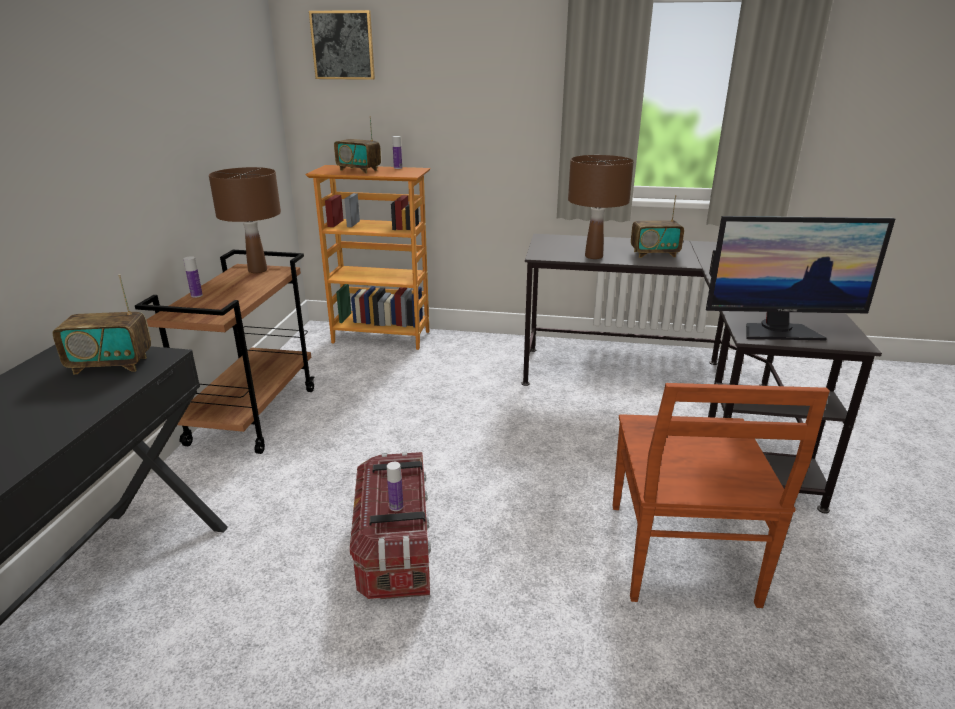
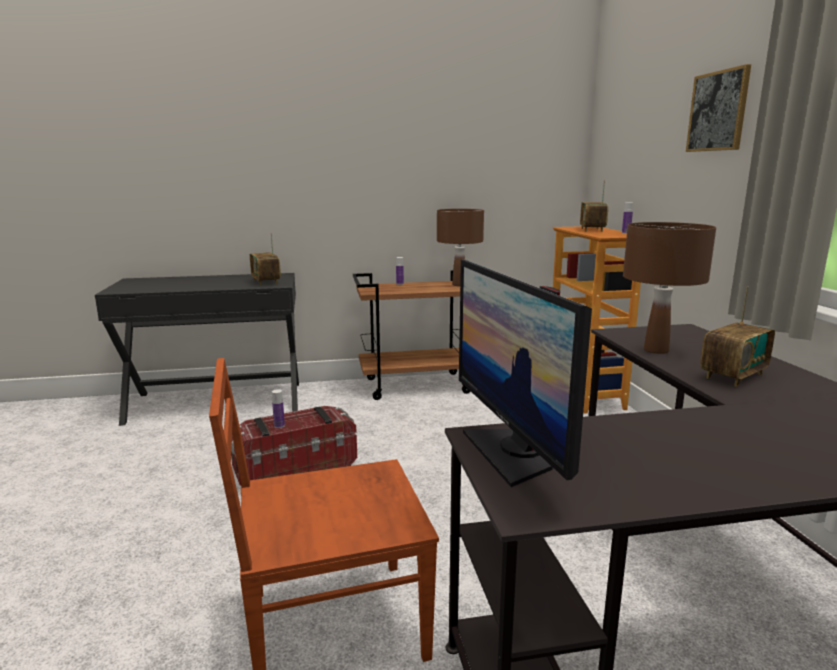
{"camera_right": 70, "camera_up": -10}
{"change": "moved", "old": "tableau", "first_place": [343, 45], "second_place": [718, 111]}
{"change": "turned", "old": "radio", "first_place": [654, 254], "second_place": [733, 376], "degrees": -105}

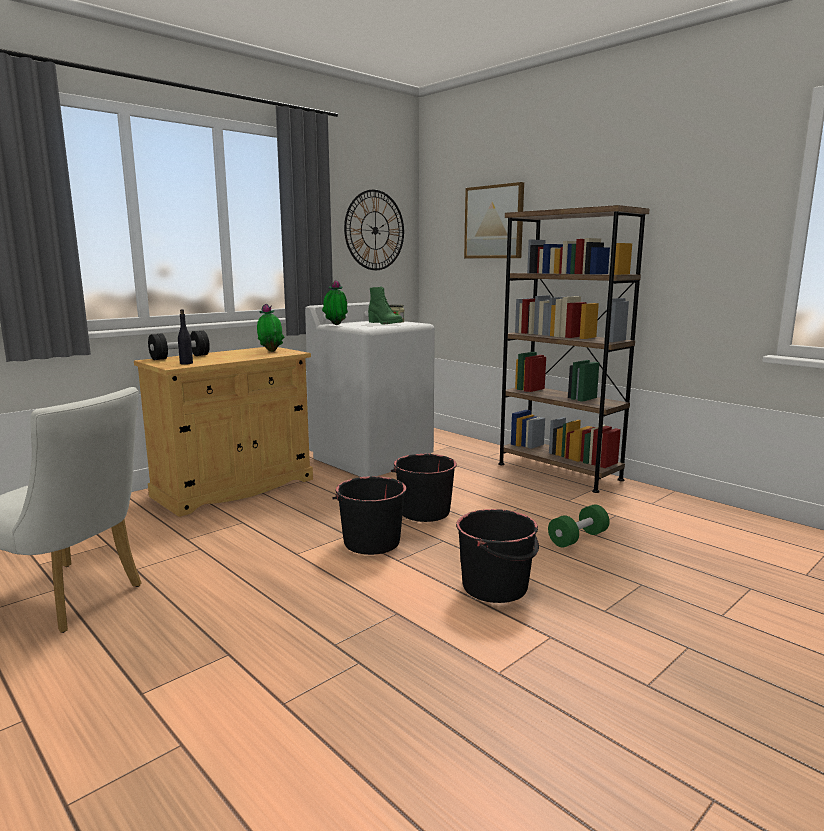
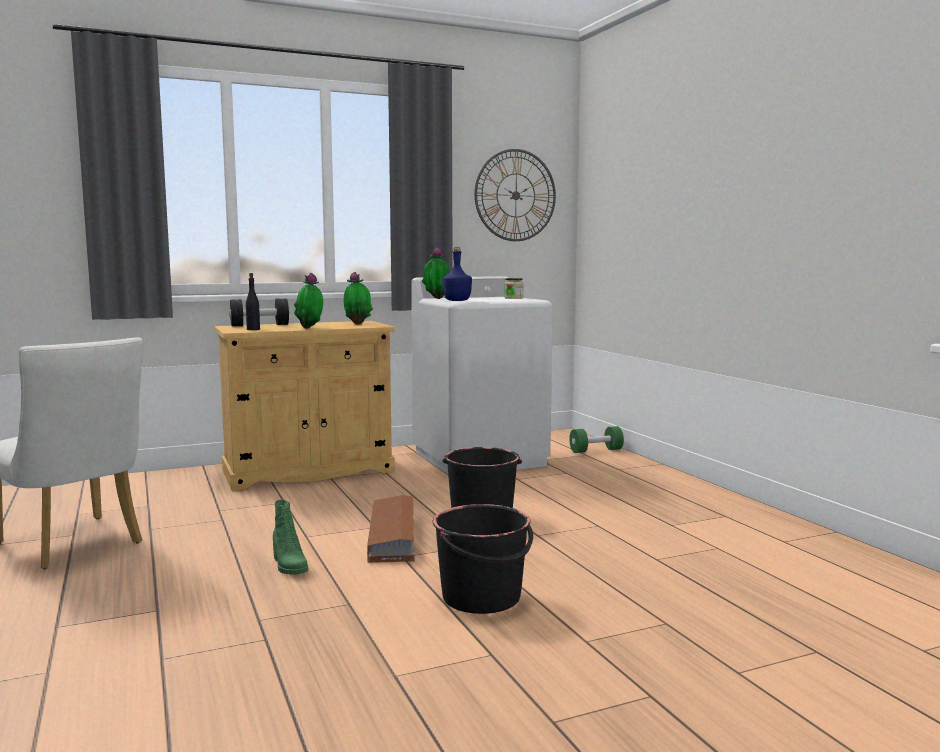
{"camera_right": 20, "camera_up": -5}
{"change": "removed", "old": "tableau", "first_place": [494, 222]}
{"change": "removed", "old": "bibliothèque/marron", "first_place": [558, 472]}
{"change": "moved", "old": "botte/vert", "first_place": [384, 323], "second_place": [289, 566]}
{"change": "replaced", "old": "seau/noir", "new": "boîte de rangement/marron", "first_place": [371, 542], "second_place": [392, 536]}
{"change": "moved", "old": "haltère/vert", "first_place": [578, 538], "second_place": [596, 451]}
{"change": "added", "new": "bouteille/bleu", "second_place": [456, 301]}
{"change": "added", "new": "plante en pot", "second_place": [310, 328]}

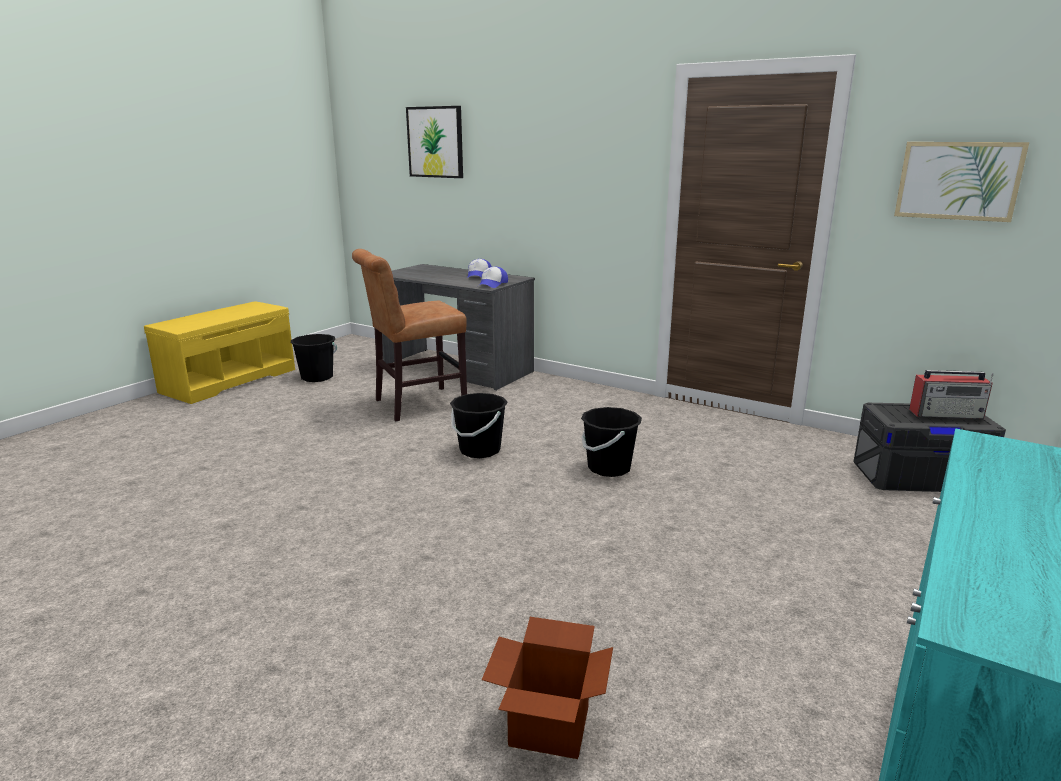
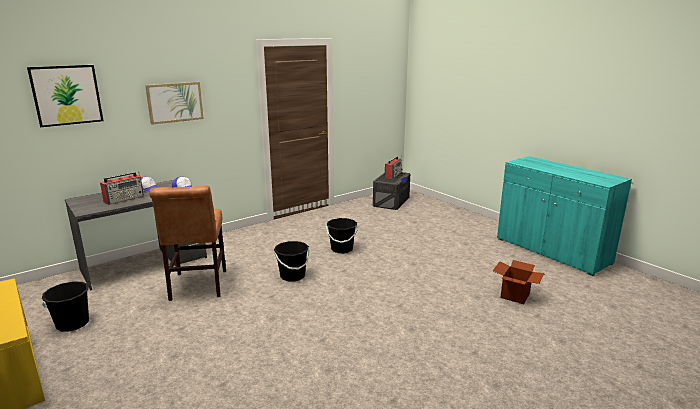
{"camera_right": -70, "camera_up": 0}
{"change": "moved", "old": "tableau", "first_place": [958, 180], "second_place": [175, 102]}
{"change": "added", "new": "radio", "second_place": [124, 199]}

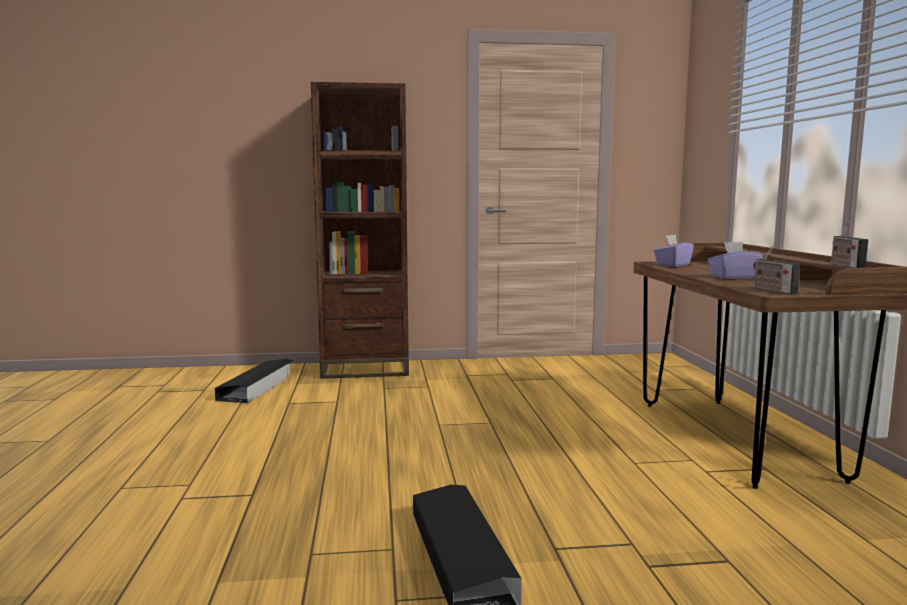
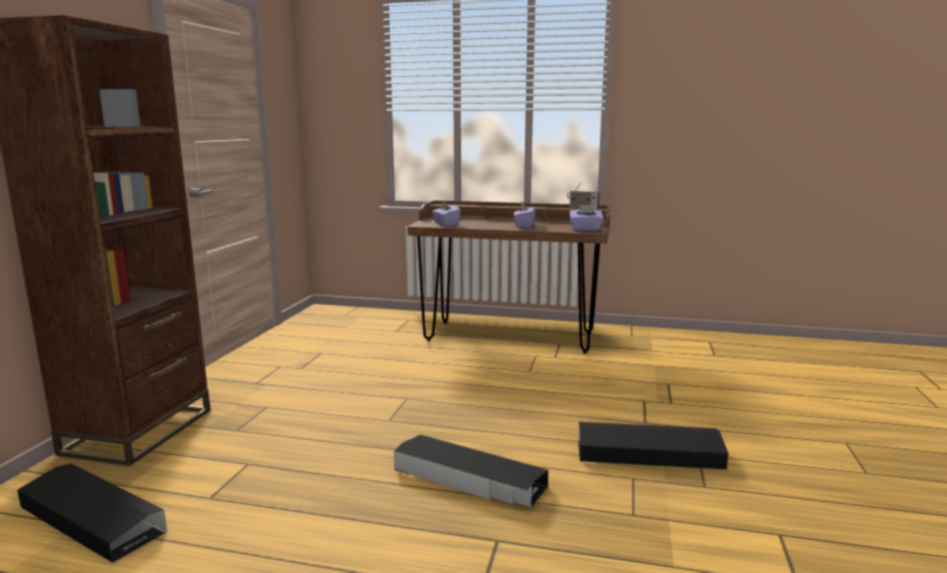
{"camera_right": -70, "camera_up": 5}
{"change": "replaced", "old": "radio", "new": "boîte à mouchoirs/violet", "first_place": [772, 290], "second_place": [585, 229]}
{"change": "added", "new": "boîte de rangement/noir", "second_place": [469, 479]}

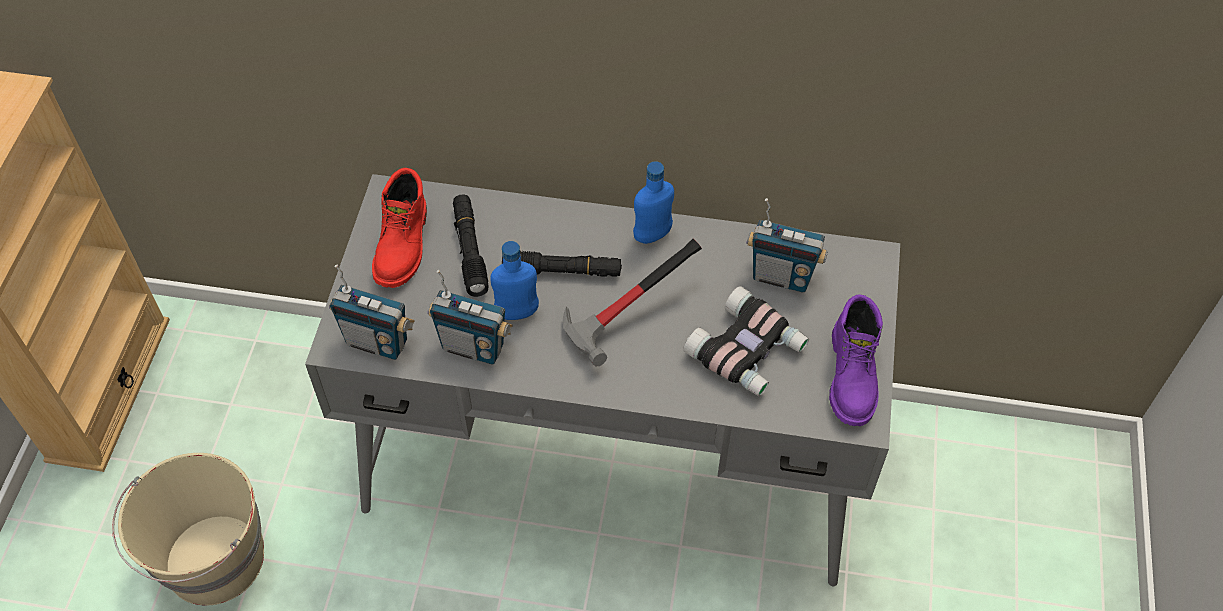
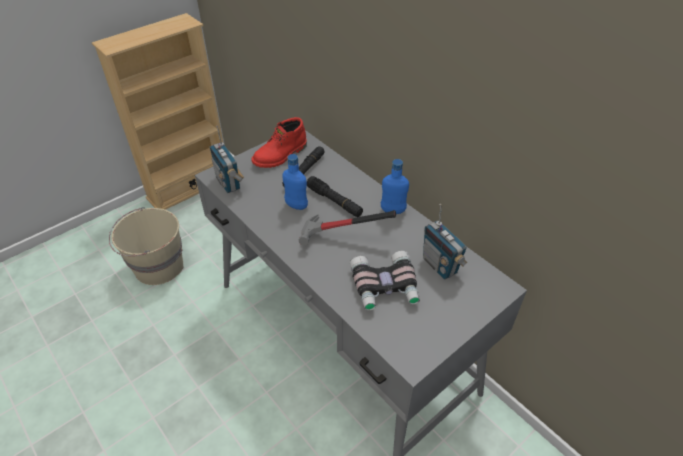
{"camera_right": 40, "camera_up": -10}
{"change": "removed", "old": "radio", "first_place": [473, 347]}
{"change": "removed", "old": "botte/violet", "first_place": [853, 376]}

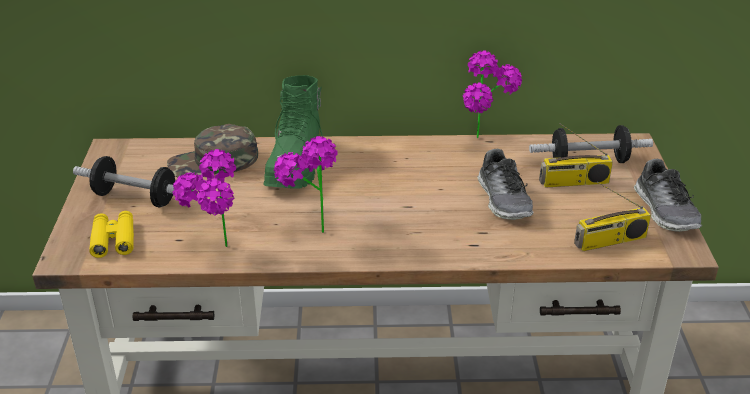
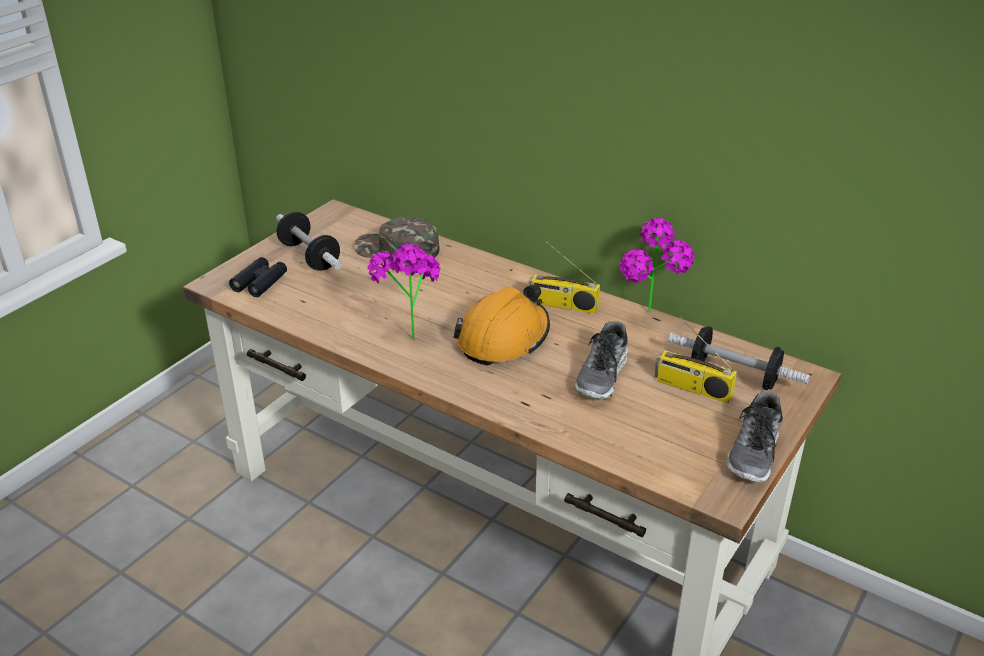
{"camera_right": 35, "camera_up": 0}
{"change": "removed", "old": "botte/vert", "first_place": [296, 165]}
{"change": "removed", "old": "plante en pot", "first_place": [216, 253]}
{"change": "moved", "old": "radio", "first_place": [610, 241], "second_place": [562, 305]}
{"change": "recoloured", "old": "jumelles/jaune", "new": "jumelles/noir", "first_place": [113, 239], "second_place": [260, 282]}
{"change": "added", "new": "casque de chantier/orange", "second_place": [503, 338]}

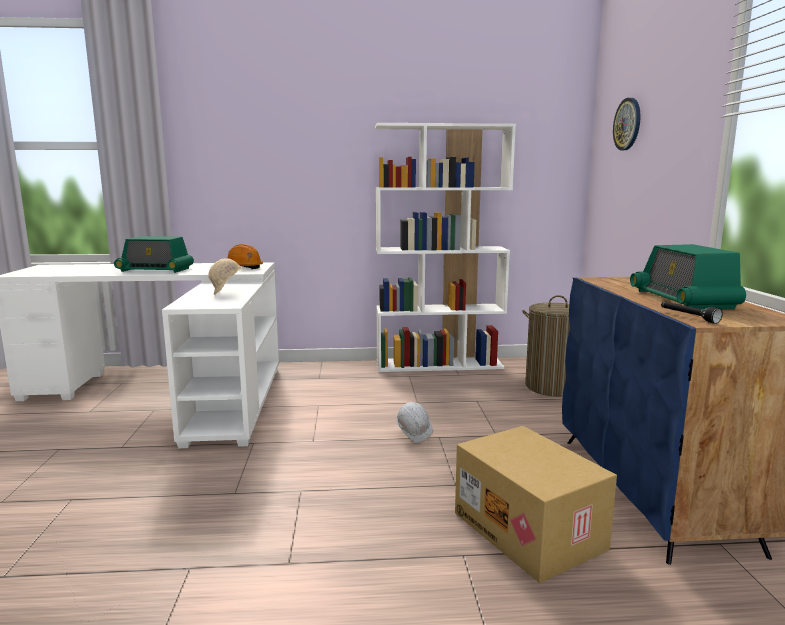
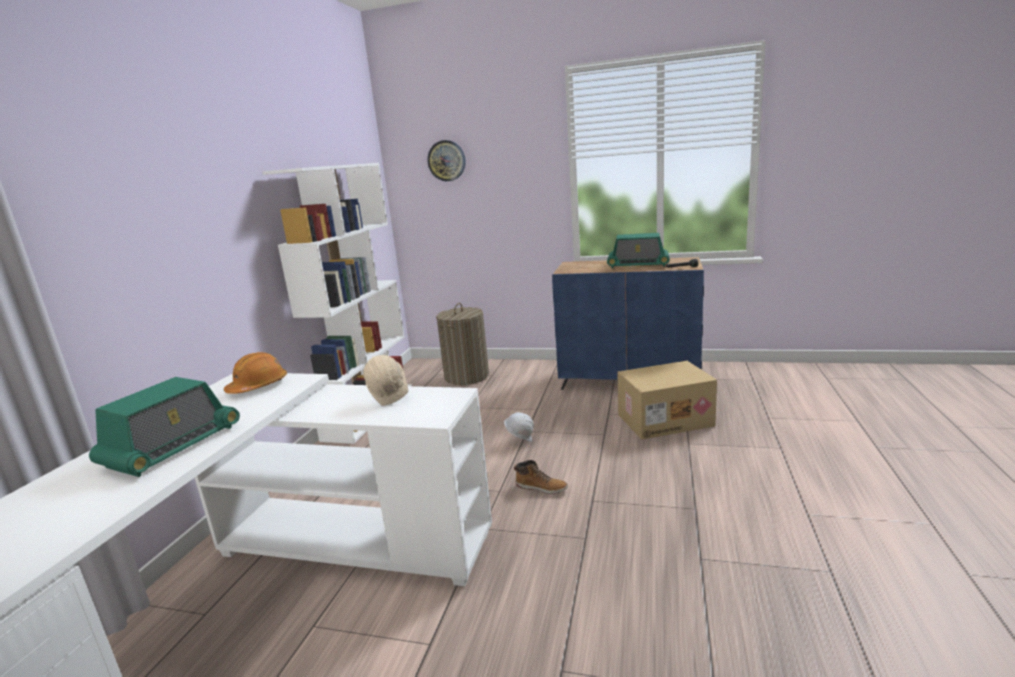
{"camera_right": -70, "camera_up": 5}
{"change": "added", "new": "botte", "second_place": [541, 487]}

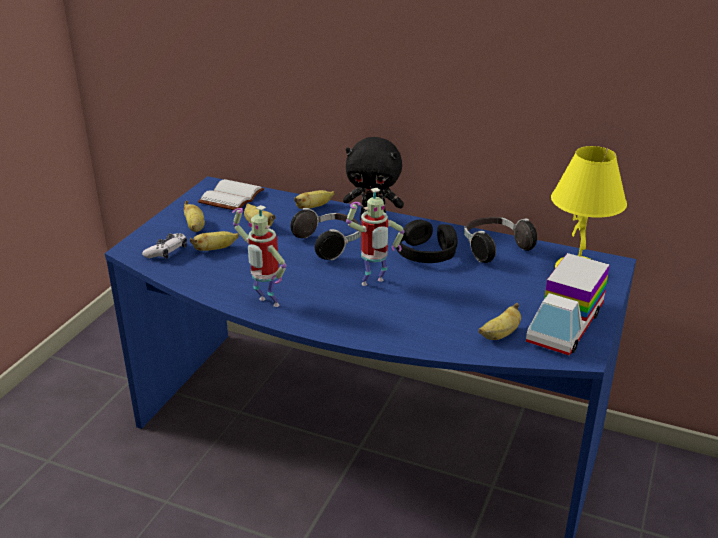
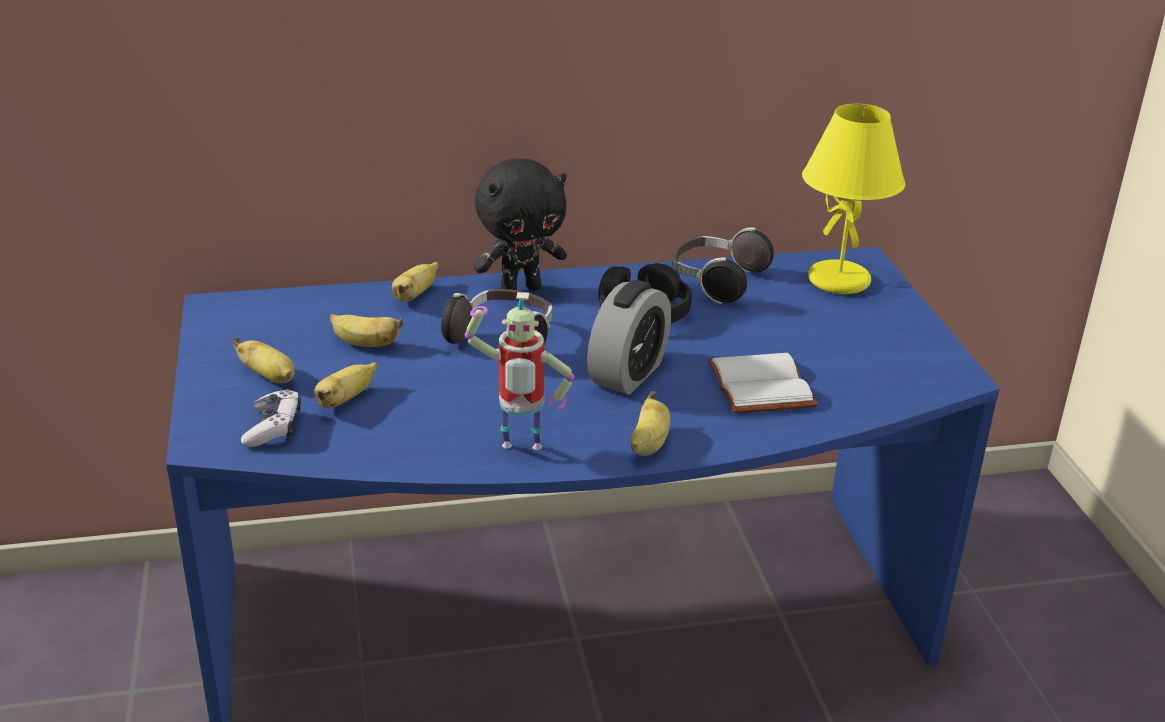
{"camera_right": -35, "camera_up": 0}
{"change": "moved", "old": "livre/blanc", "first_place": [233, 198], "second_place": [764, 387]}
{"change": "replaced", "old": "robot jouet", "new": "réveil", "first_place": [373, 284], "second_place": [628, 374]}
{"change": "removed", "old": "camion jouet", "first_place": [565, 325]}
{"change": "moved", "old": "banane", "first_place": [500, 335], "second_place": [648, 445]}

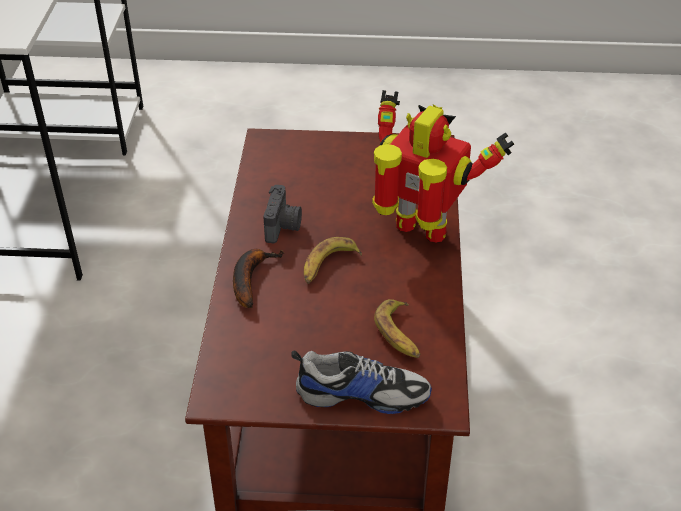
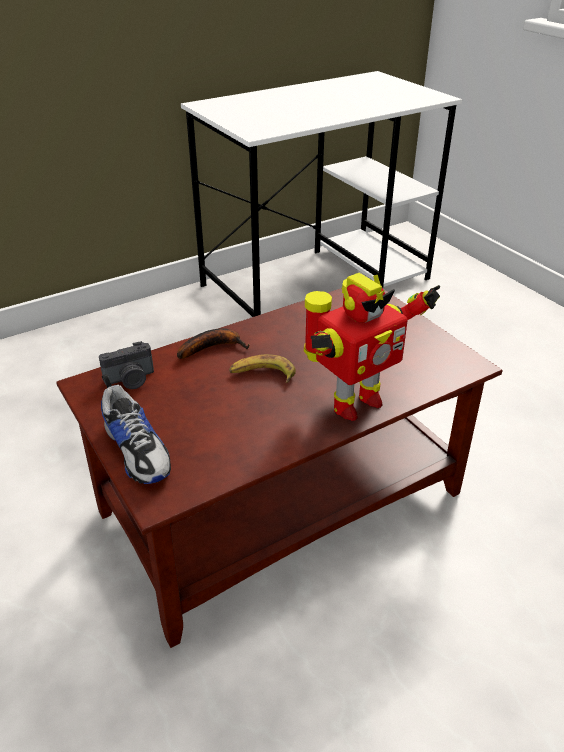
{"camera_right": 55, "camera_up": -5}
{"change": "turned", "old": "robot jouet", "first_place": [421, 233], "second_place": [353, 403], "degrees": 60}
{"change": "moved", "old": "appareil photo", "first_place": [283, 227], "second_place": [131, 380]}
{"change": "removed", "old": "banane", "first_place": [400, 334]}

